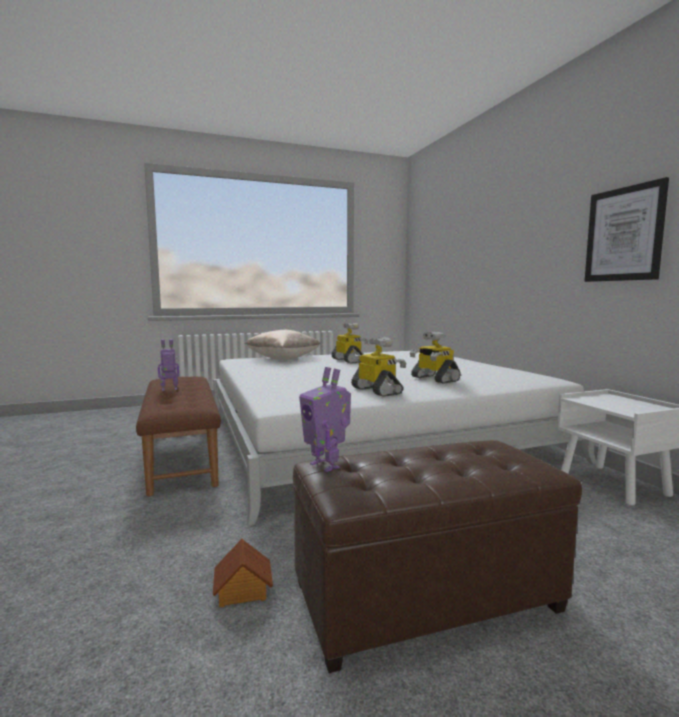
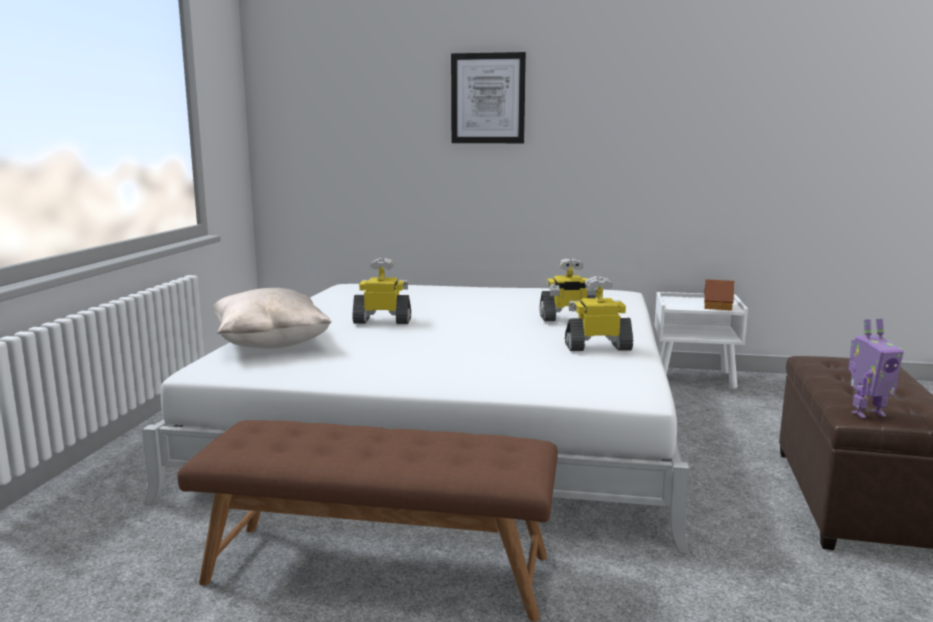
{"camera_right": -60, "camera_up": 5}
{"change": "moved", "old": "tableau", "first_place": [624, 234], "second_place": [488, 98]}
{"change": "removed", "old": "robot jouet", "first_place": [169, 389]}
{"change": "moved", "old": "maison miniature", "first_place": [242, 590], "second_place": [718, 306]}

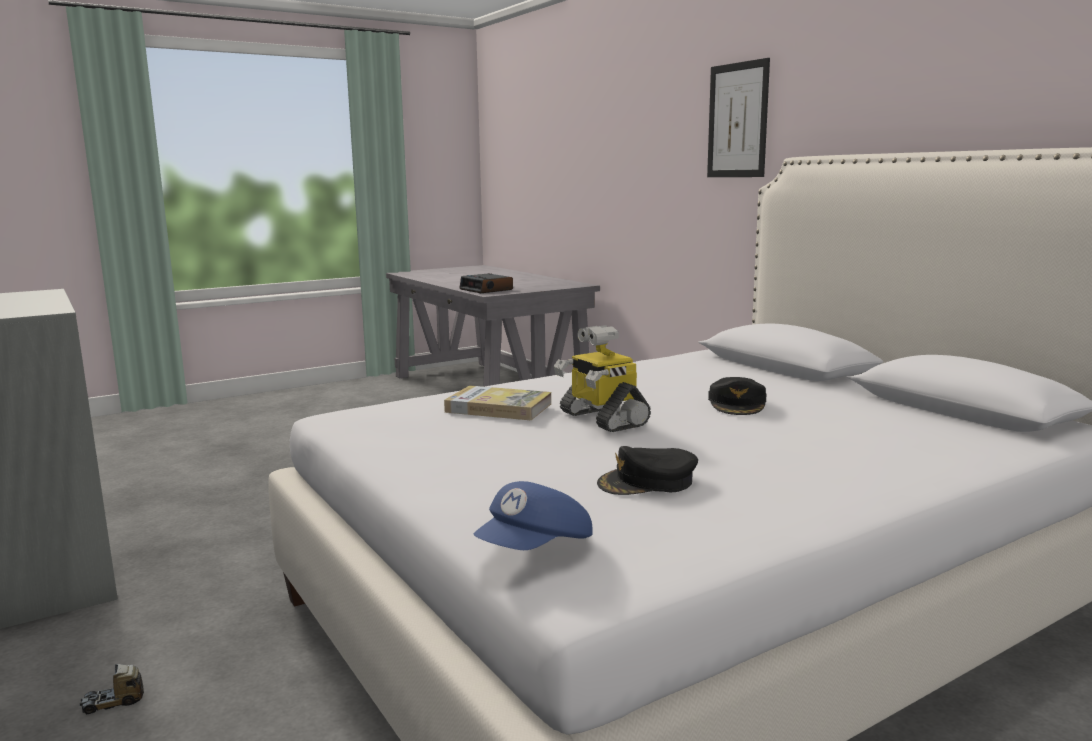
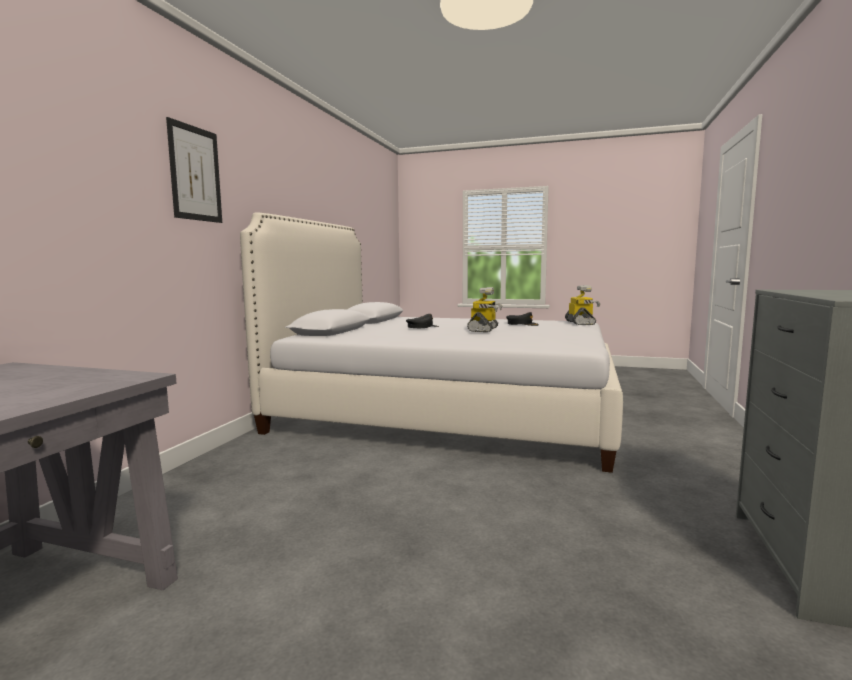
{"camera_right": -130, "camera_up": -5}
{"change": "removed", "old": "réveil", "first_place": [487, 289]}
{"change": "removed", "old": "livre", "first_place": [498, 408]}
{"change": "replaced", "old": "casquette/bleu", "new": "robot jouet", "first_place": [536, 549], "second_place": [580, 323]}
{"change": "removed", "old": "camion jouet", "first_place": [113, 703]}

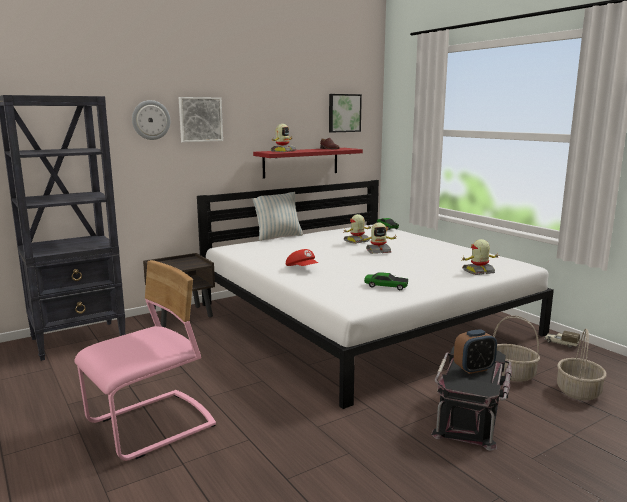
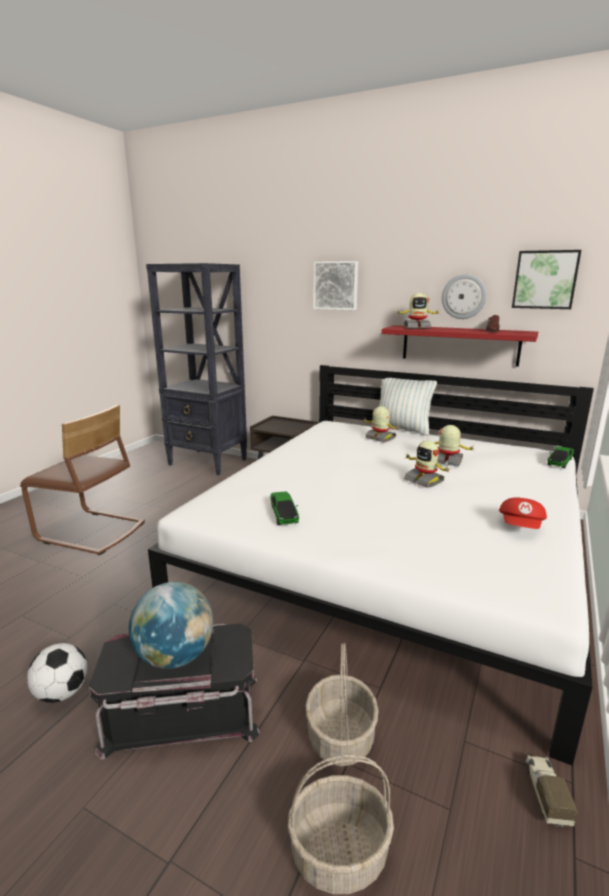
{"camera_right": 60, "camera_up": 5}
{"change": "moved", "old": "horloge murale", "first_place": [151, 120], "second_place": [464, 296]}
{"change": "moved", "old": "robot jouet", "first_place": [478, 271], "second_place": [380, 438]}
{"change": "moved", "old": "casquette/rouge", "first_place": [302, 268], "second_place": [521, 527]}
{"change": "recoloured", "old": "chaise/rose", "new": "chaise/marron", "first_place": [152, 426], "second_place": [91, 532]}
{"change": "replaced", "old": "réveil", "new": "globe", "first_place": [474, 369], "second_place": [175, 656]}
{"change": "added", "new": "ballon de foot", "second_place": [62, 693]}

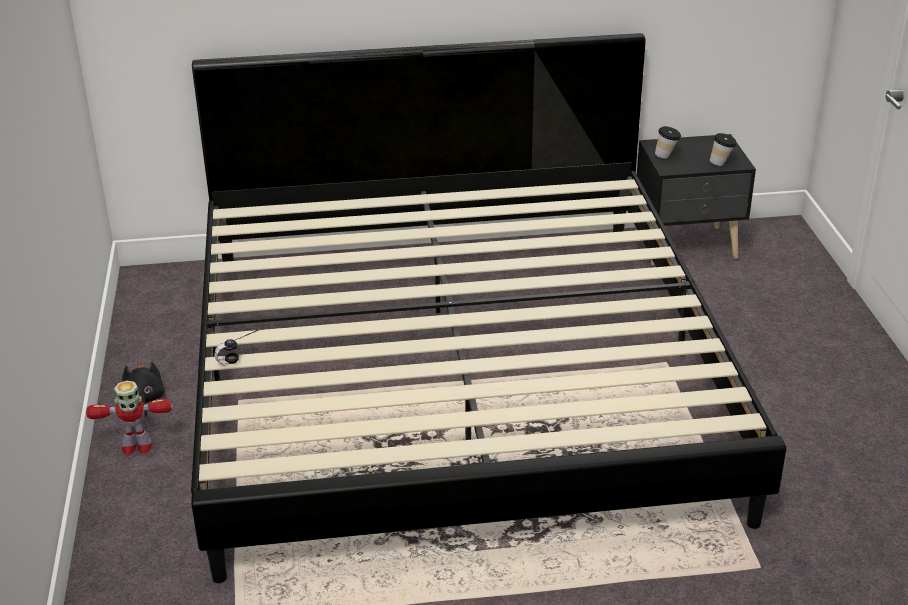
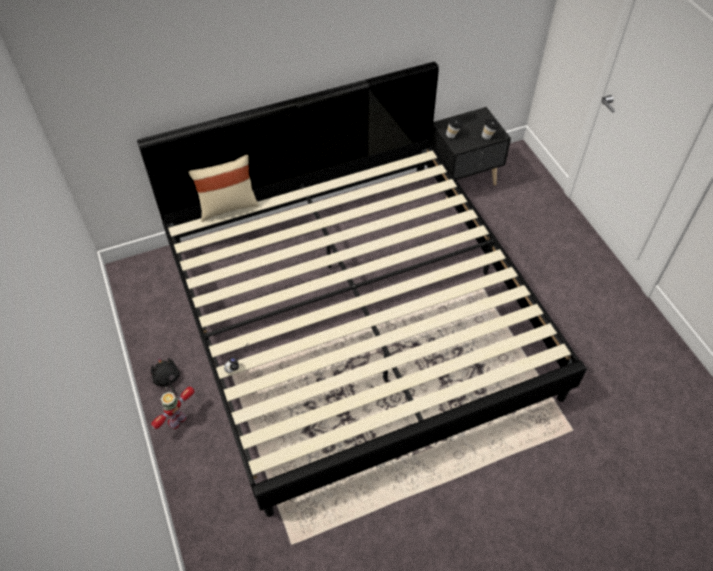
{"camera_right": -15, "camera_up": 20}
{"change": "turned", "old": "robot jouet", "first_place": [136, 447], "second_place": [177, 420], "degrees": 150}
{"change": "added", "new": "coussin/beige", "second_place": [227, 206]}

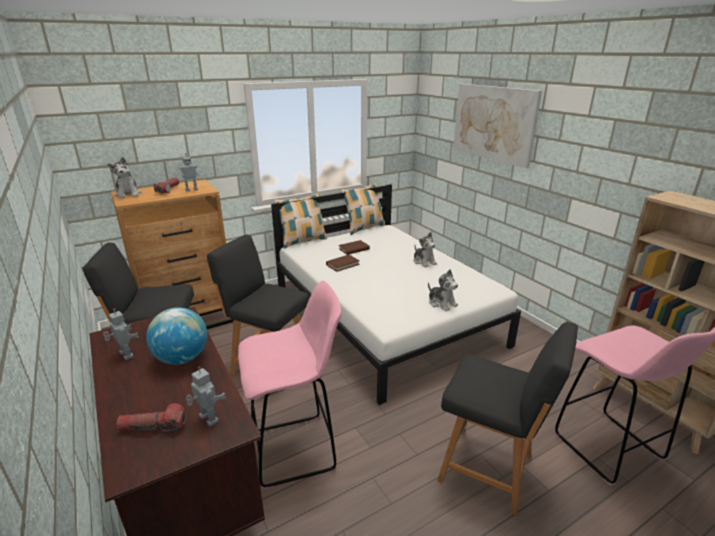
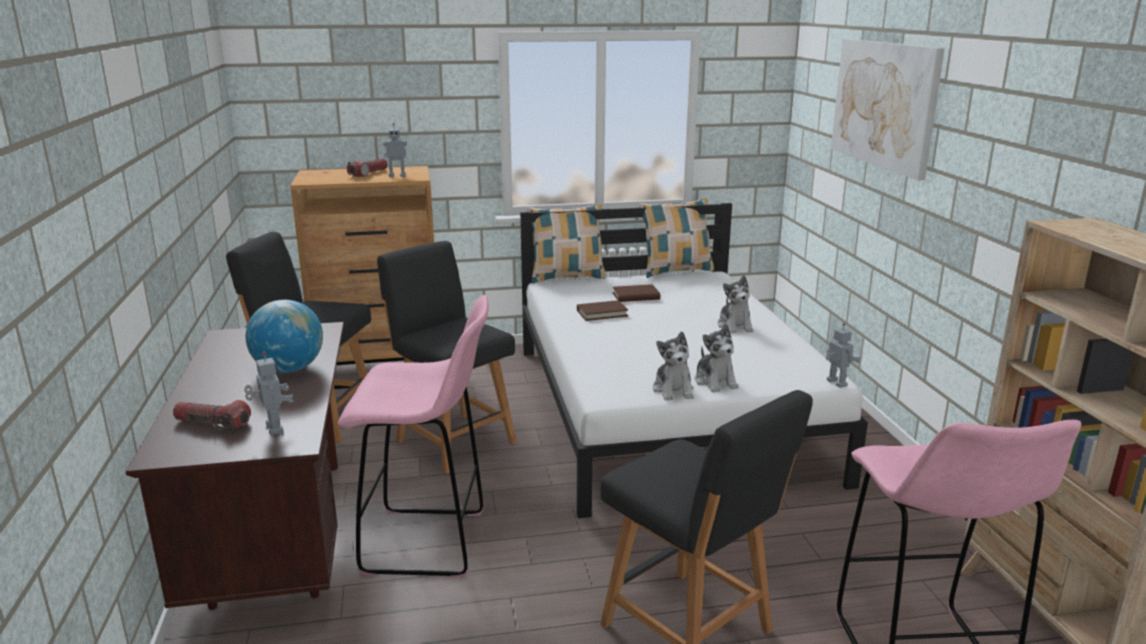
{"camera_right": 20, "camera_up": -5}
{"change": "moved", "old": "peluche", "first_place": [128, 194], "second_place": [673, 390]}
{"change": "moved", "old": "robot jouet", "first_place": [125, 355], "second_place": [835, 383]}

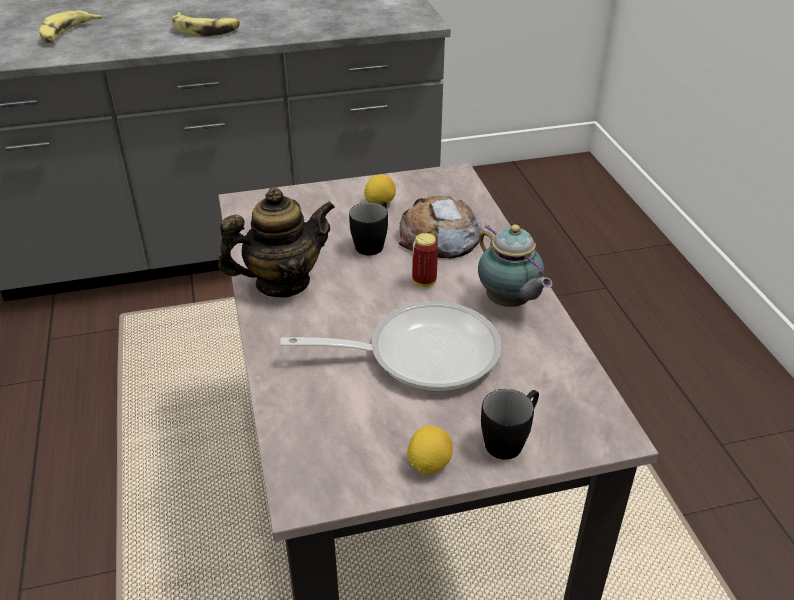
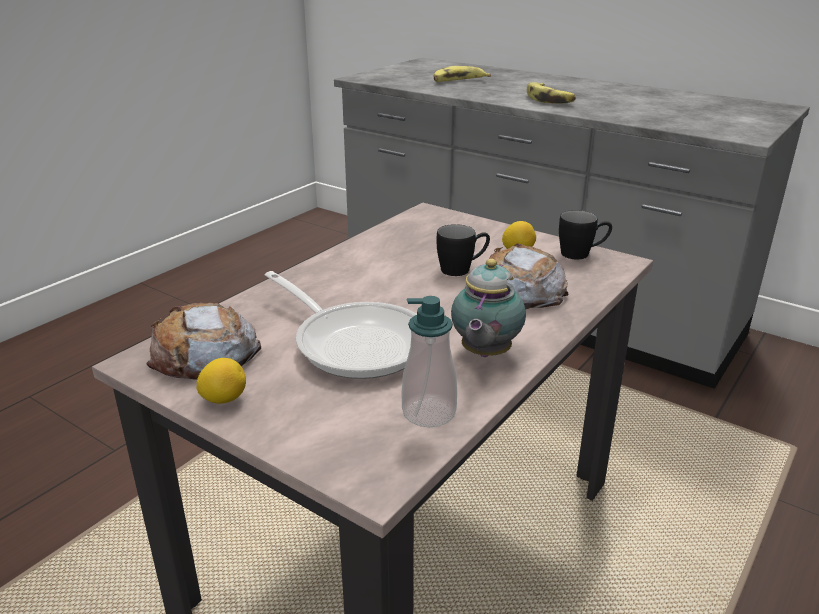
{"camera_right": 50, "camera_up": -10}
{"change": "removed", "old": "théière", "first_place": [282, 283]}
{"change": "removed", "old": "boîte métallique", "first_place": [424, 281]}
{"change": "moved", "old": "mug/noir", "first_place": [510, 440], "second_place": [582, 254]}
{"change": "added", "new": "distributeur de savon", "second_place": [429, 412]}
{"change": "added", "new": "pain", "second_place": [205, 354]}

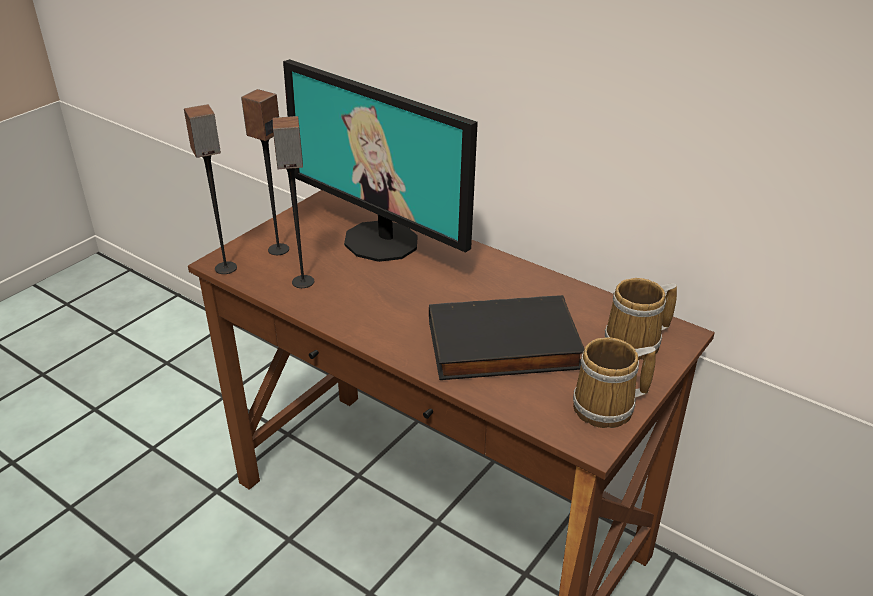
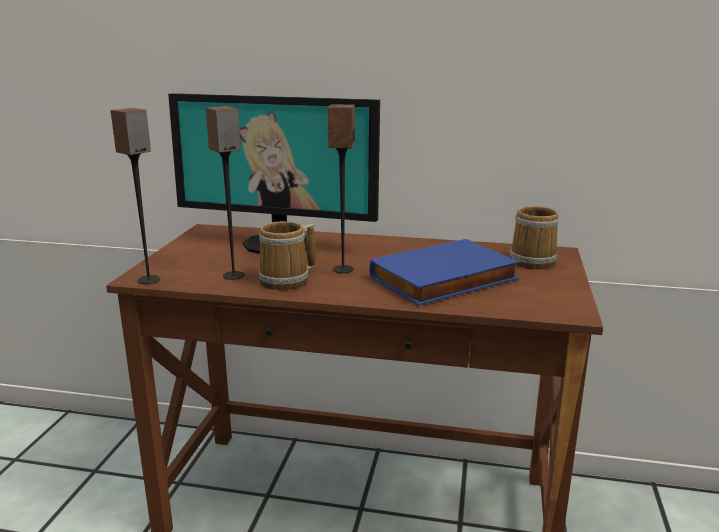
{"camera_right": -25, "camera_up": -15}
{"change": "moved", "old": "enceinte", "first_place": [278, 249], "second_place": [342, 269]}
{"change": "recoloured", "old": "livre/noir", "new": "livre/bleu", "first_place": [502, 347], "second_place": [444, 280]}
{"change": "moved", "old": "mug", "first_place": [608, 407], "second_place": [288, 280]}

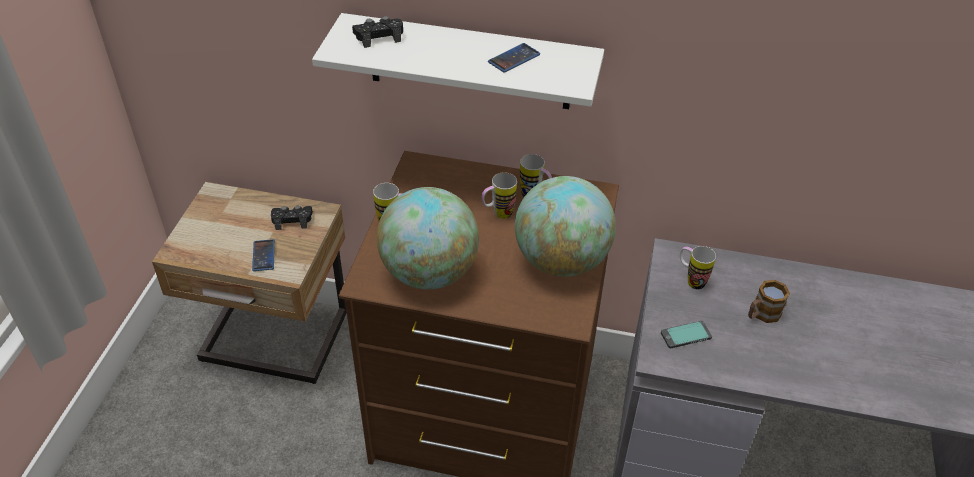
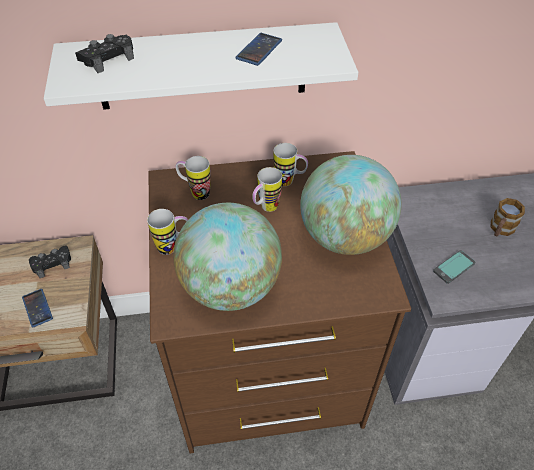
{"camera_right": -20, "camera_up": 5}
{"change": "moved", "old": "mug", "first_place": [691, 280], "second_place": [195, 192]}

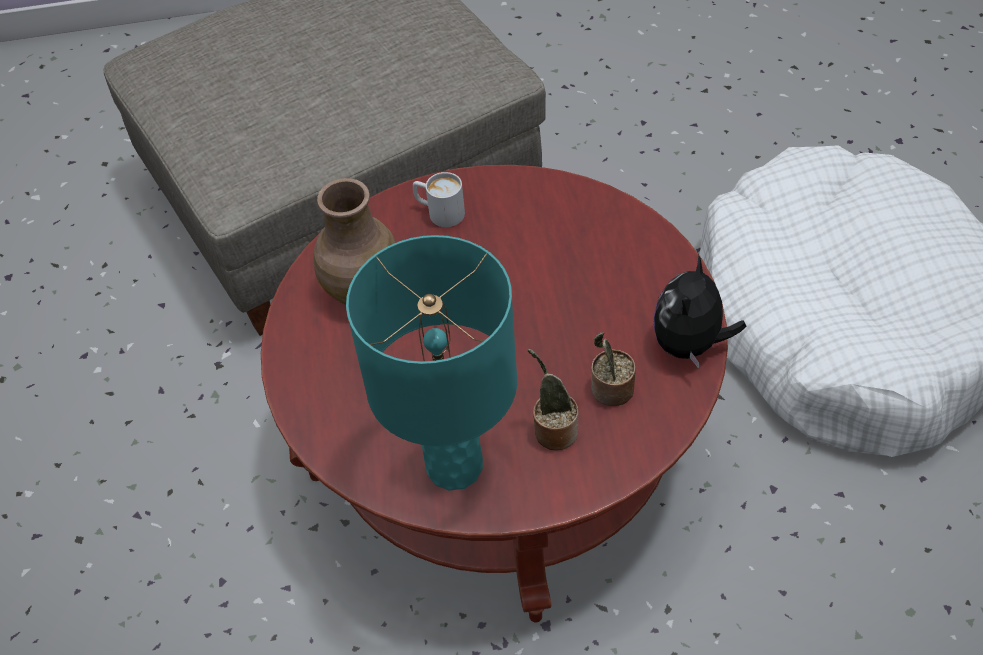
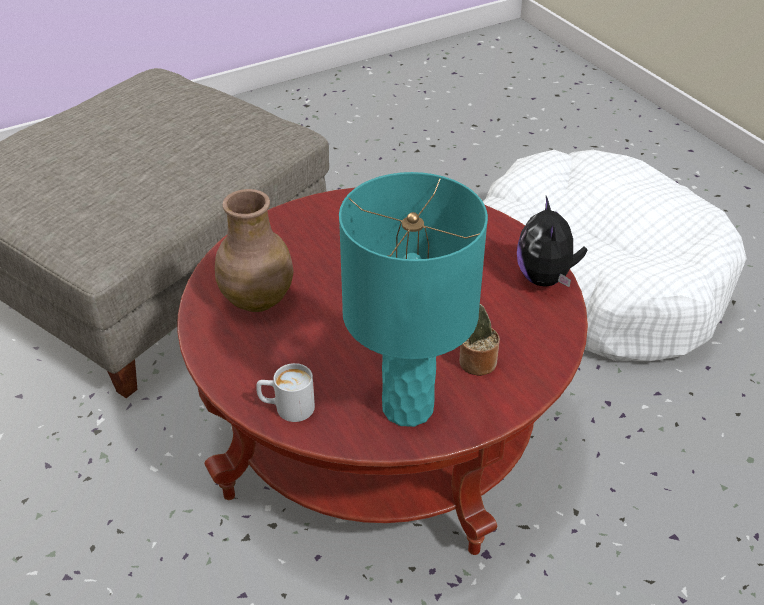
{"camera_right": -25, "camera_up": -10}
{"change": "moved", "old": "mug/blanc", "first_place": [439, 212], "second_place": [286, 408]}
{"change": "removed", "old": "plante en pot", "first_place": [610, 391]}

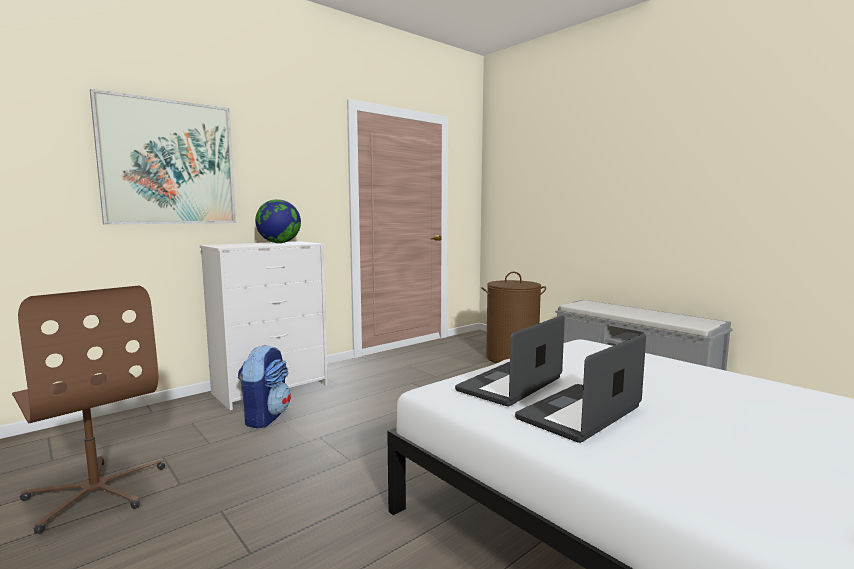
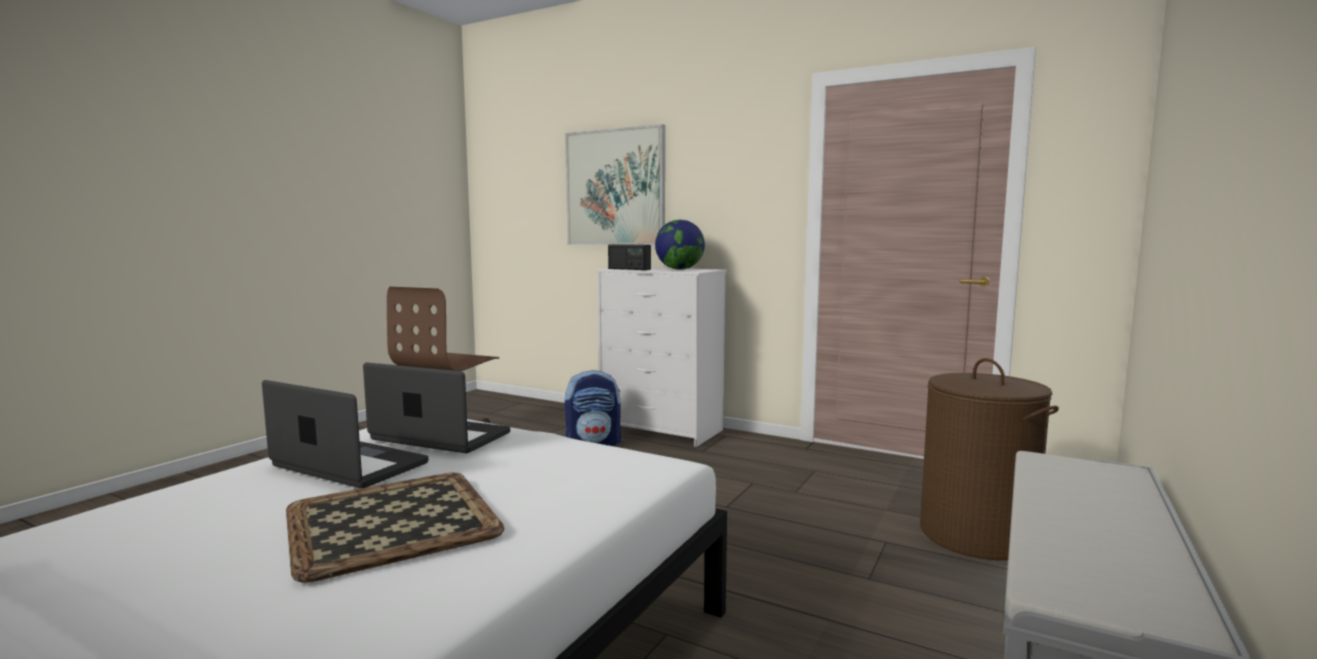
{"camera_right": 70, "camera_up": 0}
{"change": "added", "new": "radio", "second_place": [629, 269]}
{"change": "added", "new": "plateau", "second_place": [394, 522]}

